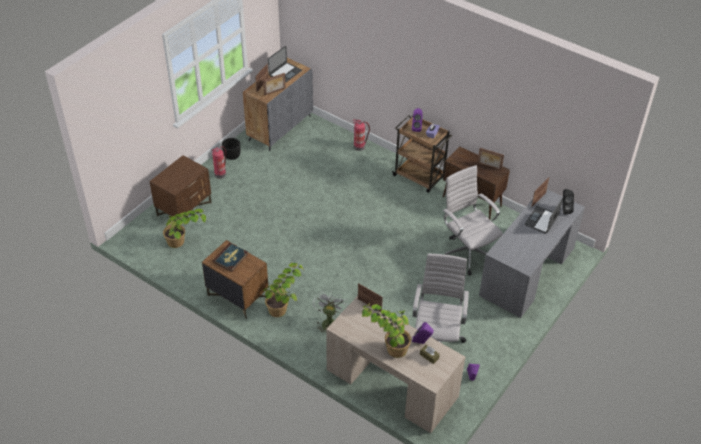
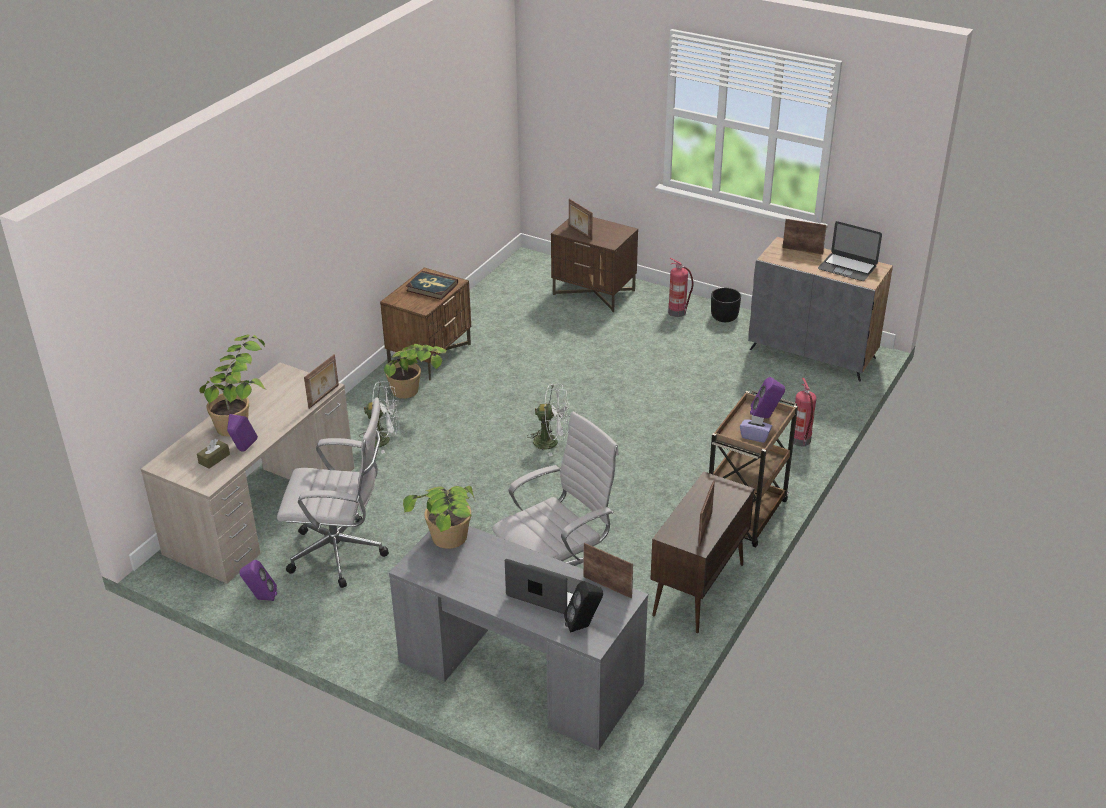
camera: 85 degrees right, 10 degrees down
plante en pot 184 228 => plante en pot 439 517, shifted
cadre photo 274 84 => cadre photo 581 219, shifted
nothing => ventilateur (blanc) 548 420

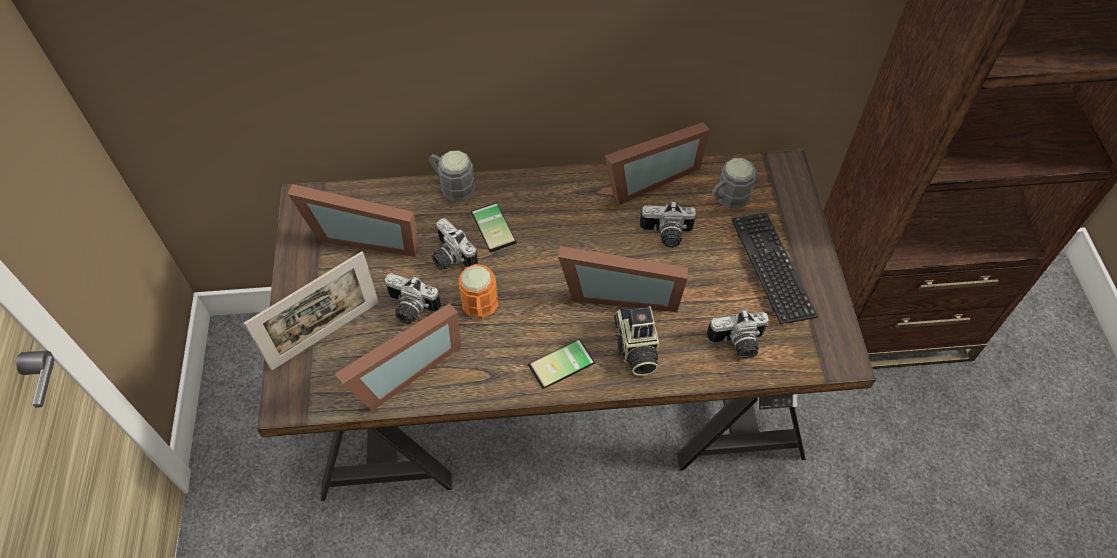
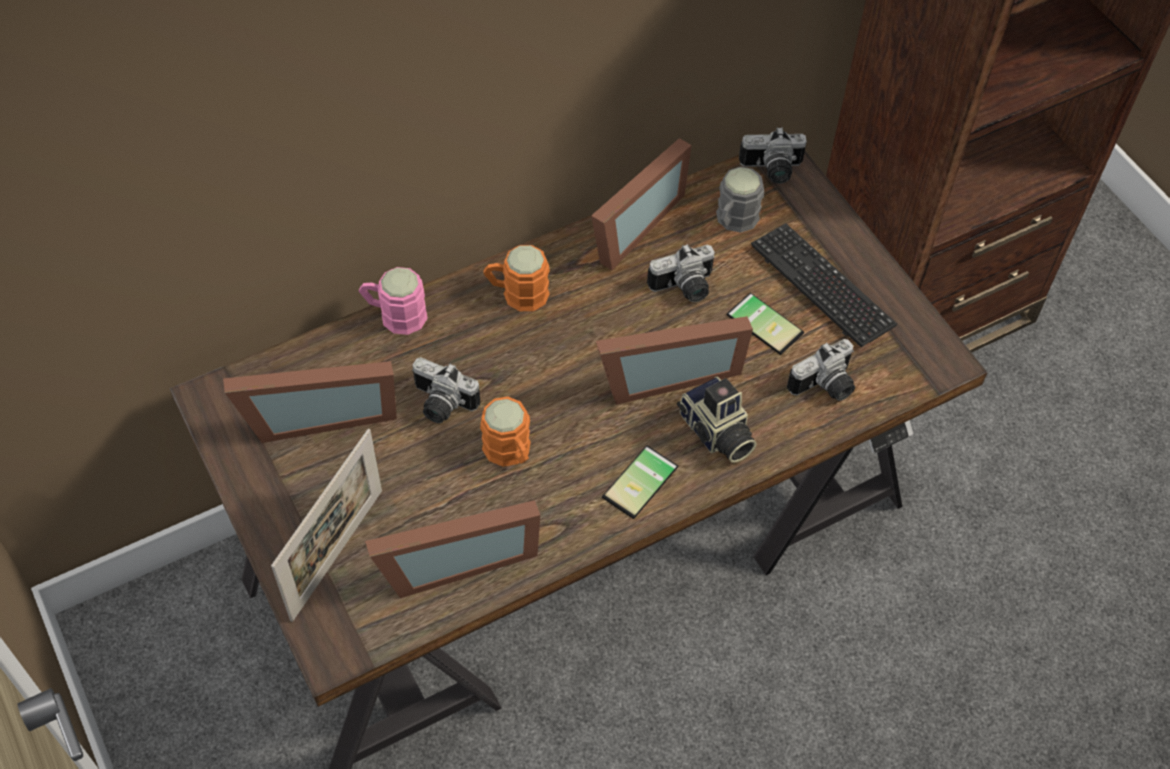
camera: 25 degrees left, 0 degrees up
cadre photo 398 357 => cadre photo 452 549, 45 degrees clockwise
appareil photo 413 298 => appareil photo 773 155, shifted
mug (gris) 452 176 => mug (rose) 393 301
téléphone 494 227 => téléphone 765 324, shifted
nothing => mug (orange) 516 278

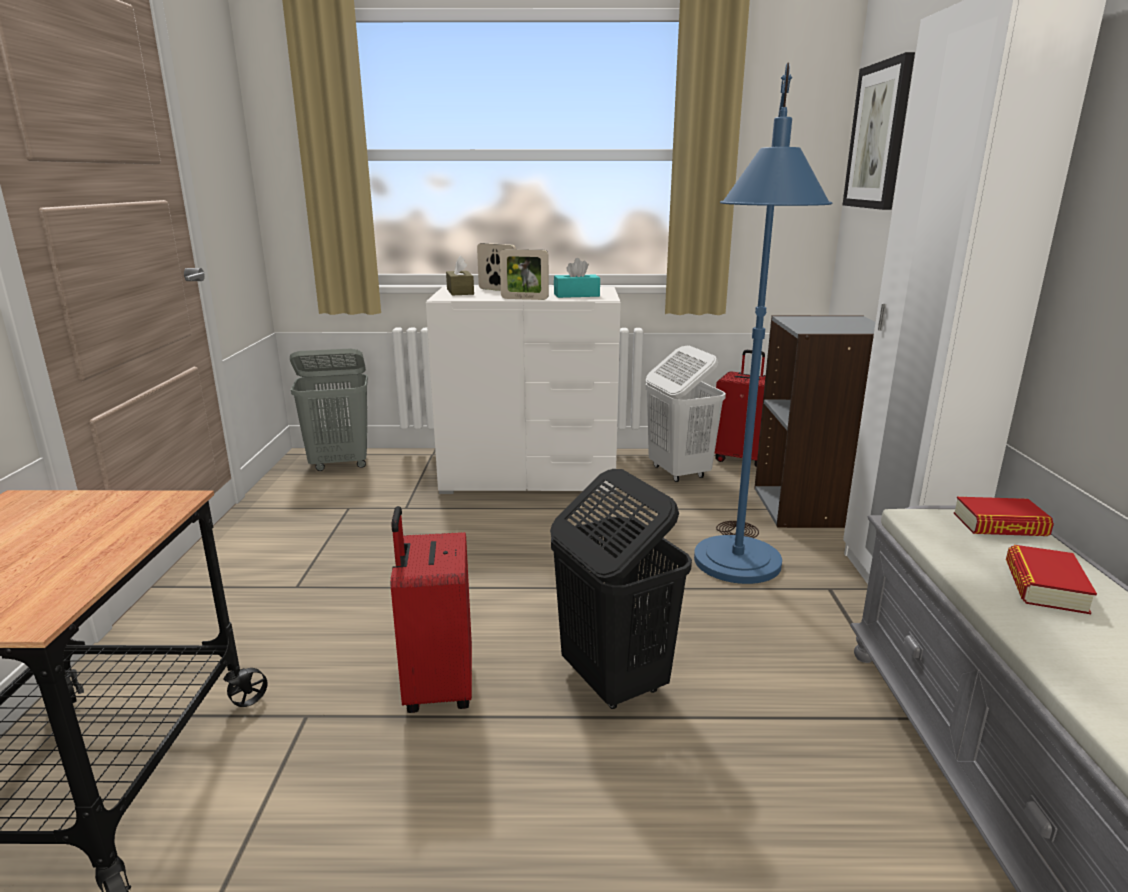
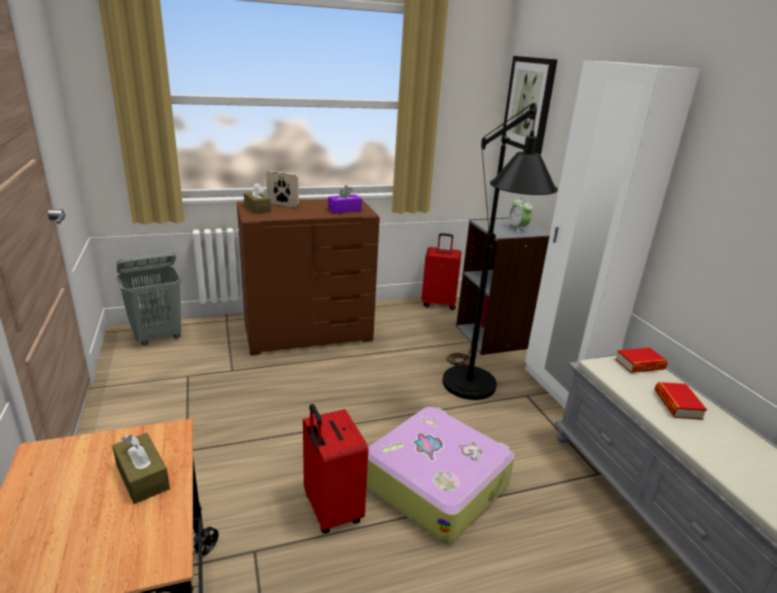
camera: 20 degrees left, 5 degrees up
commode (blanc) 523 390 => commode (marron) 308 277
cadre photo 524 274 => nothing
panier à linge (noir) 621 589 => valise 440 475
boîte à mouchoirs (turquoise) 577 278 => boîte à mouchoirs (violet) 345 199
panier à linge (blanc) 686 414 => nothing
lampadaire (bleu) 763 323 => lampadaire (noir) 500 251
nothing => boîte à mouchoirs (marron) 141 468
nothing => réveil 520 214

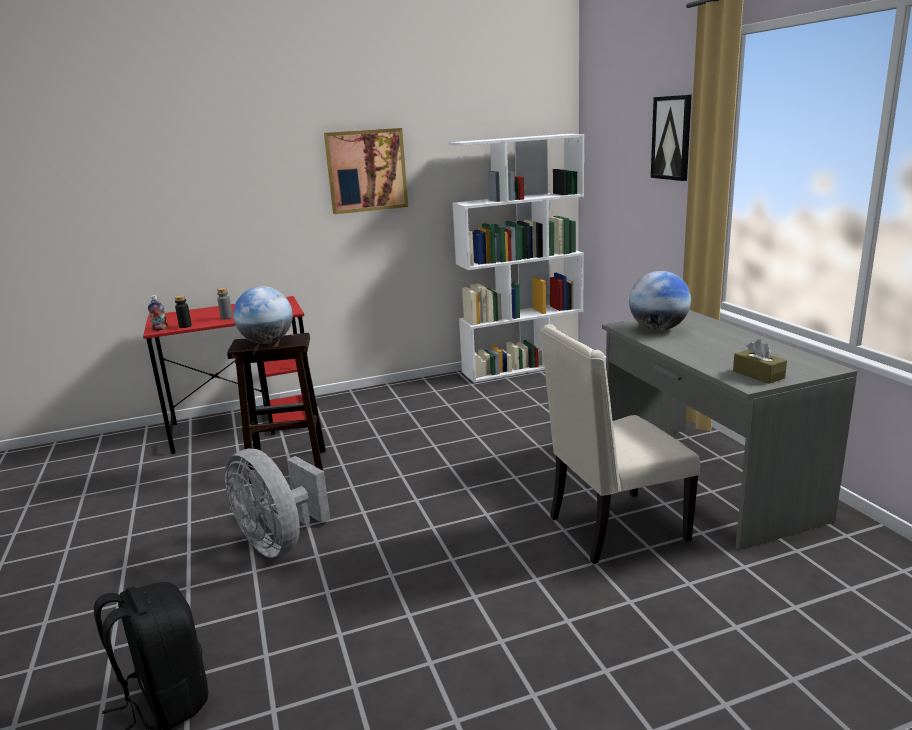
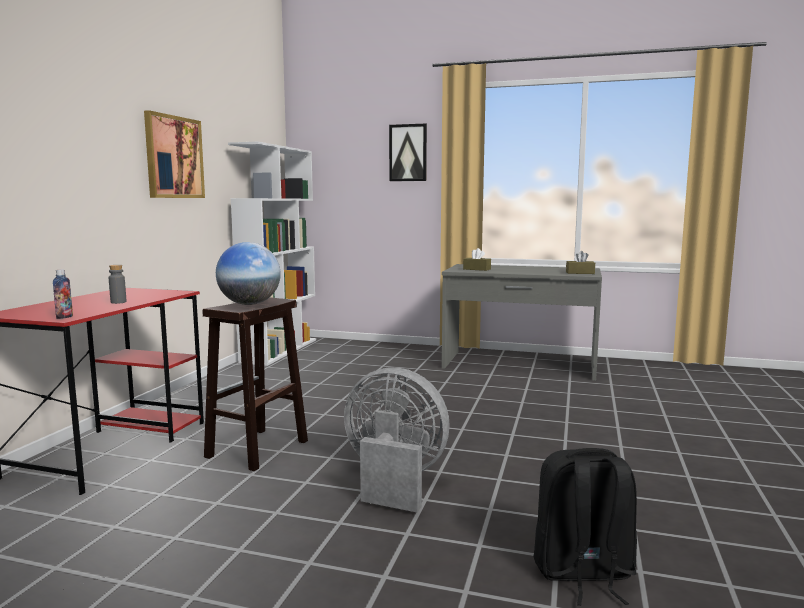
camera: 55 degrees left, 10 degrees down
bouteille (noir) 183 311 => nothing
ventilateur (gris) 277 503 => ventilateur (gris) 397 440, 150 degrees counterclockwise
chaise (beige) 620 444 => nothing
globe 660 301 => boîte à mouchoirs (marron) 477 259

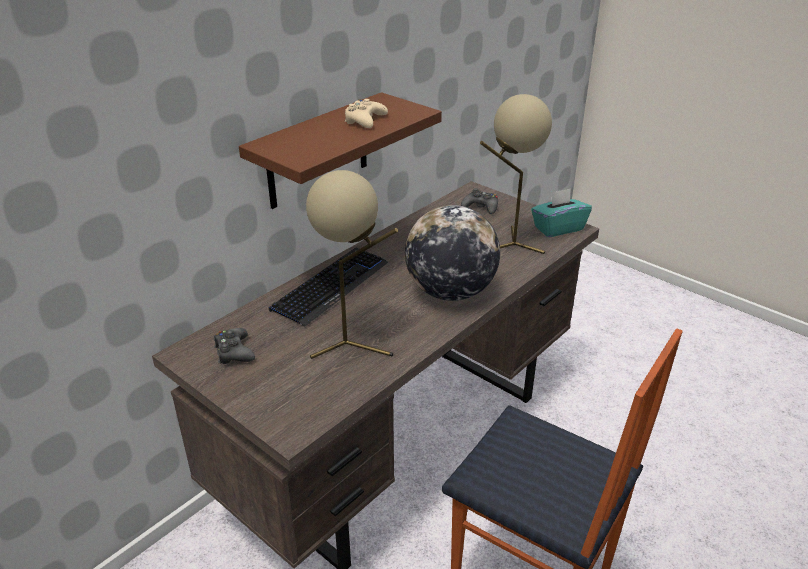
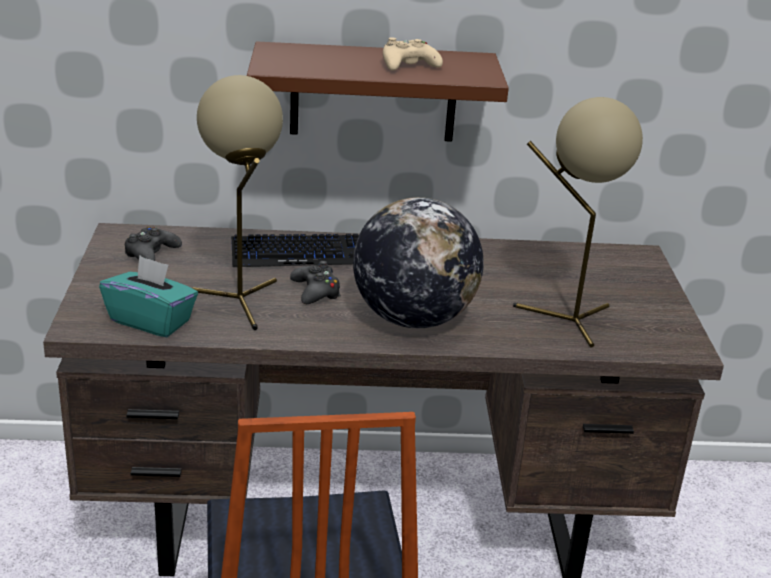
camera: 45 degrees right, 5 degrees down
manette (noir) 479 201 => manette (noir) 315 282, shifted
boîte à mouchoirs (turquoise) 561 212 => boîte à mouchoirs (turquoise) 148 296, shifted

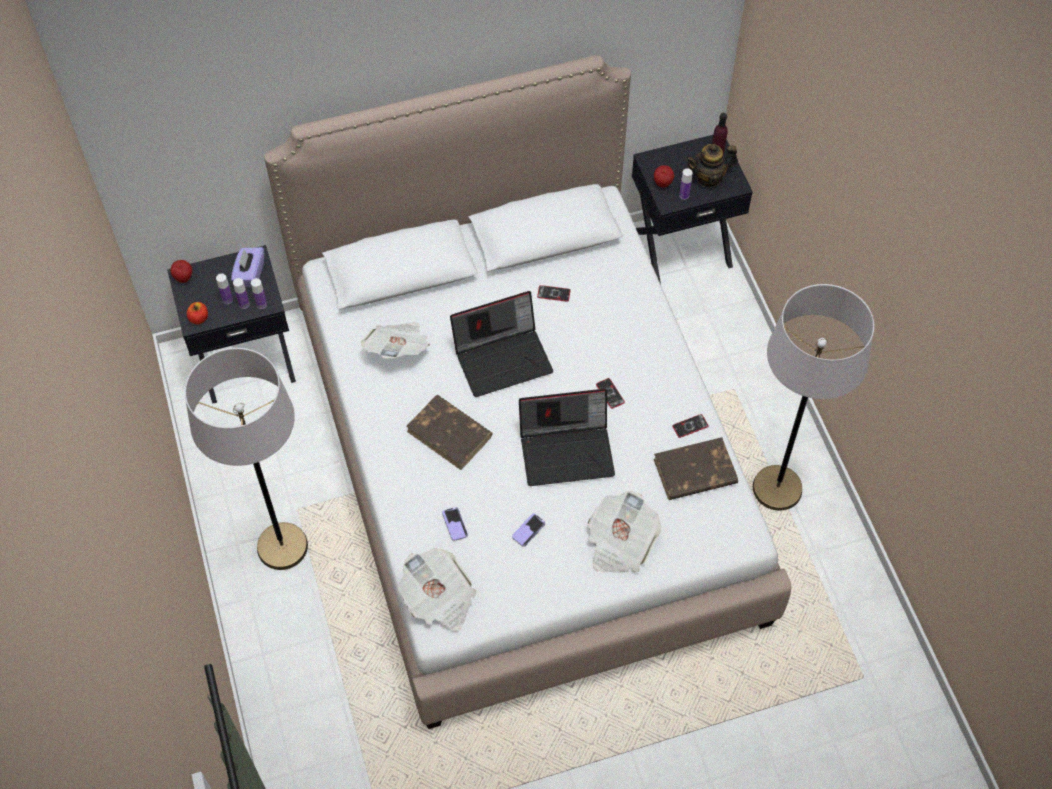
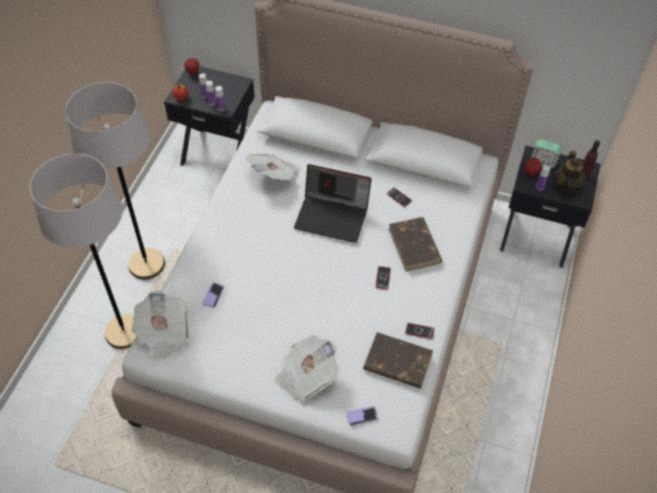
camera: 35 degrees right, 5 degrees down
boîte à mouchoirs (violet) 247 267 => nothing
livre (marron) 449 432 => livre (marron) 415 244, shifted
téléphone 528 530 => téléphone 362 416, shifted
ordinateur portable 567 437 => nothing
théière 711 166 => théière 570 172, 105 degrees counterclockwise
lampadaire (gris) 813 397 => lampadaire (gris) 83 251, shifted
nothing => réveil 546 153

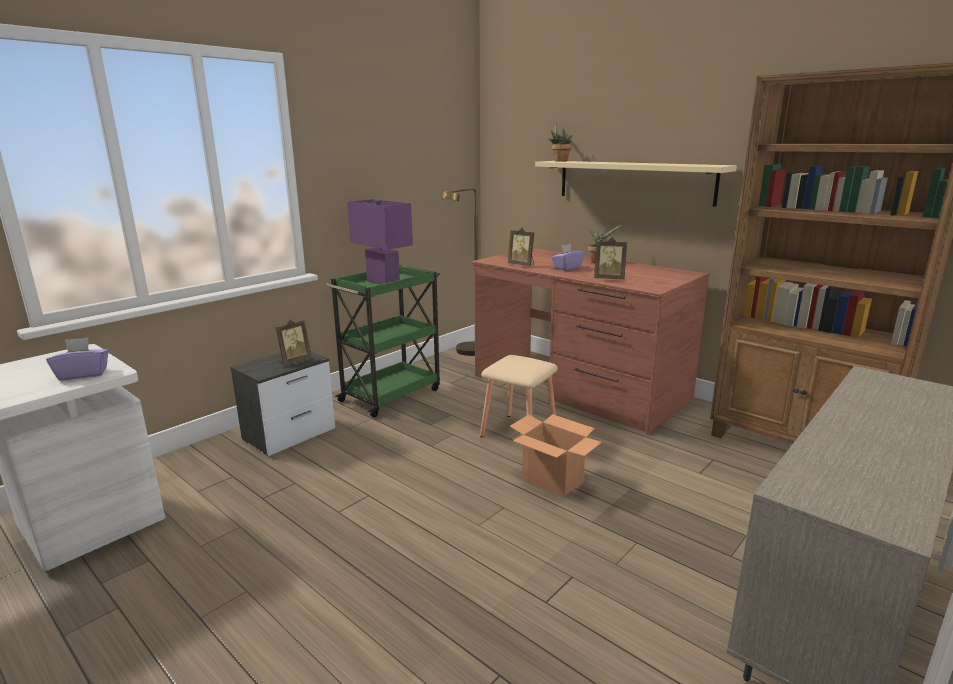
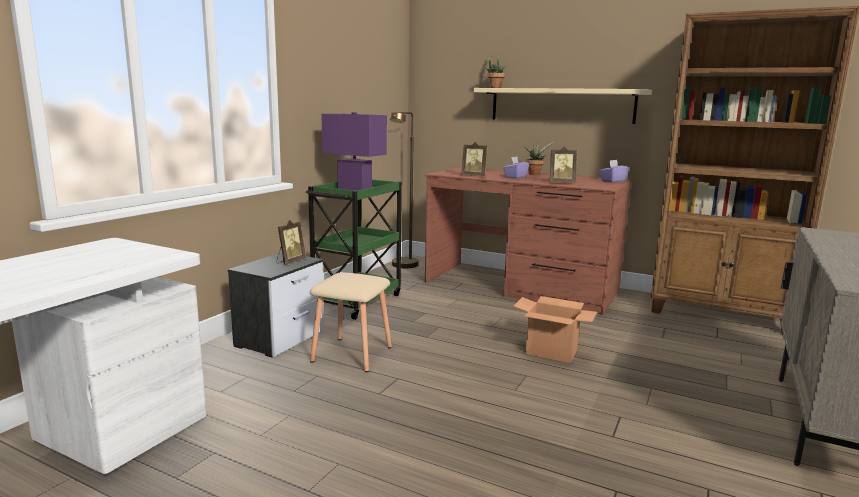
camera: 15 degrees left, 5 degrees down
boîte à mouchoirs (violet) 77 359 => boîte à mouchoirs (violet) 614 171, shifted
tabouret (beige) 519 396 => tabouret (beige) 351 322, shifted

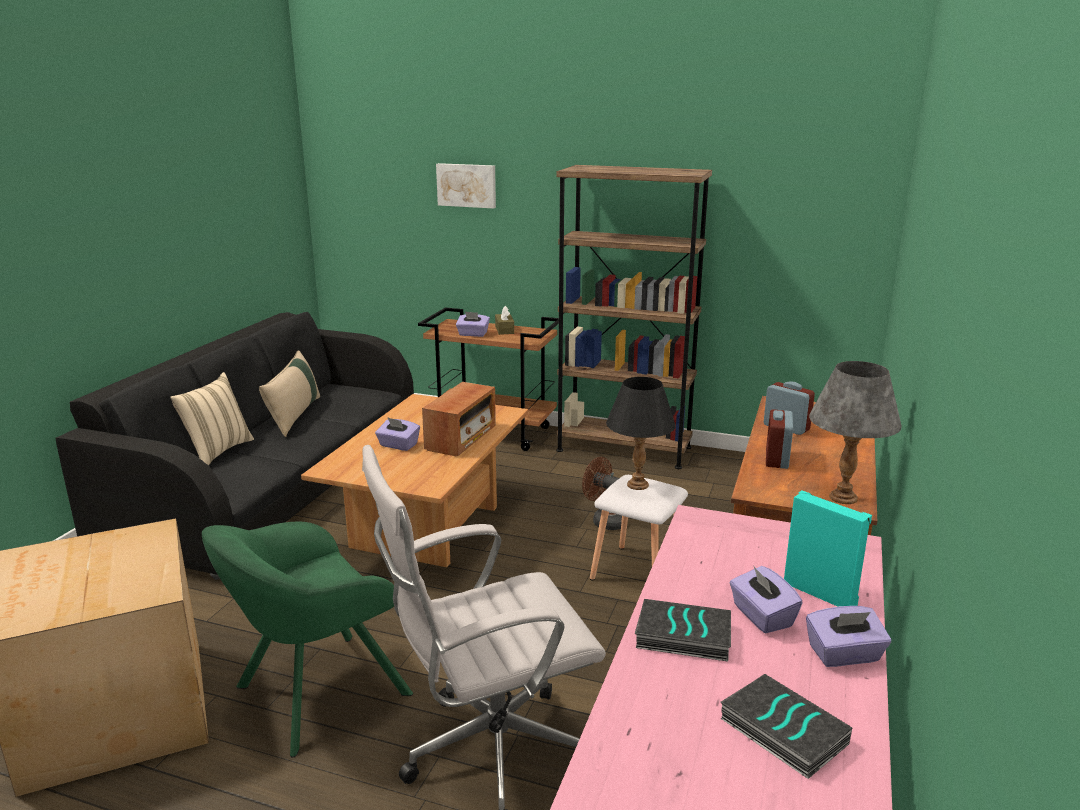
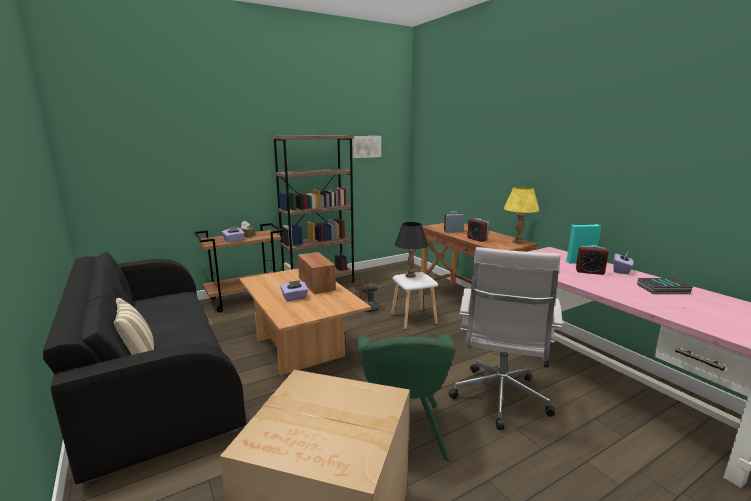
camera: 50 degrees left, 5 degrees down
coussin (beige) 289 393 => nothing
tableau 466 186 => tableau 366 147, shifted
livre 683 630 => nothing
boîte à mouchoirs (violet) 766 599 => réveil 592 260
lampe de table (gris) 855 432 => lampe de table (jaune) 521 215

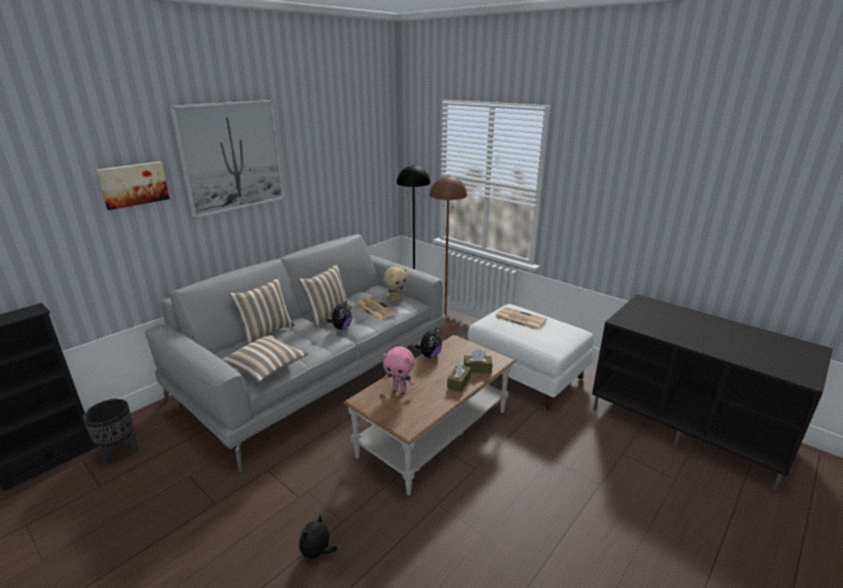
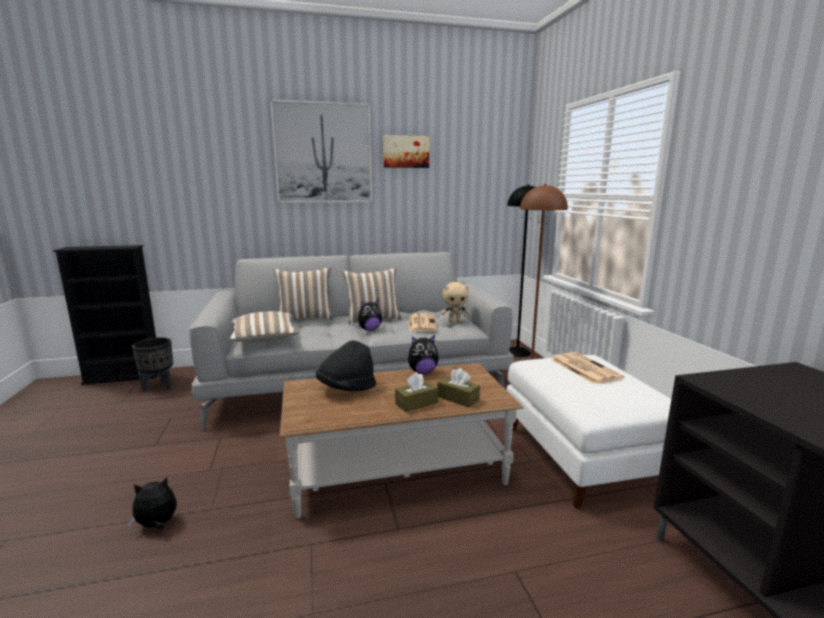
camera: 35 degrees right, 10 degrees down
tableau 133 186 => tableau 406 151, shifted
peluche (rose) 399 369 => chapeau (noir) 346 365

